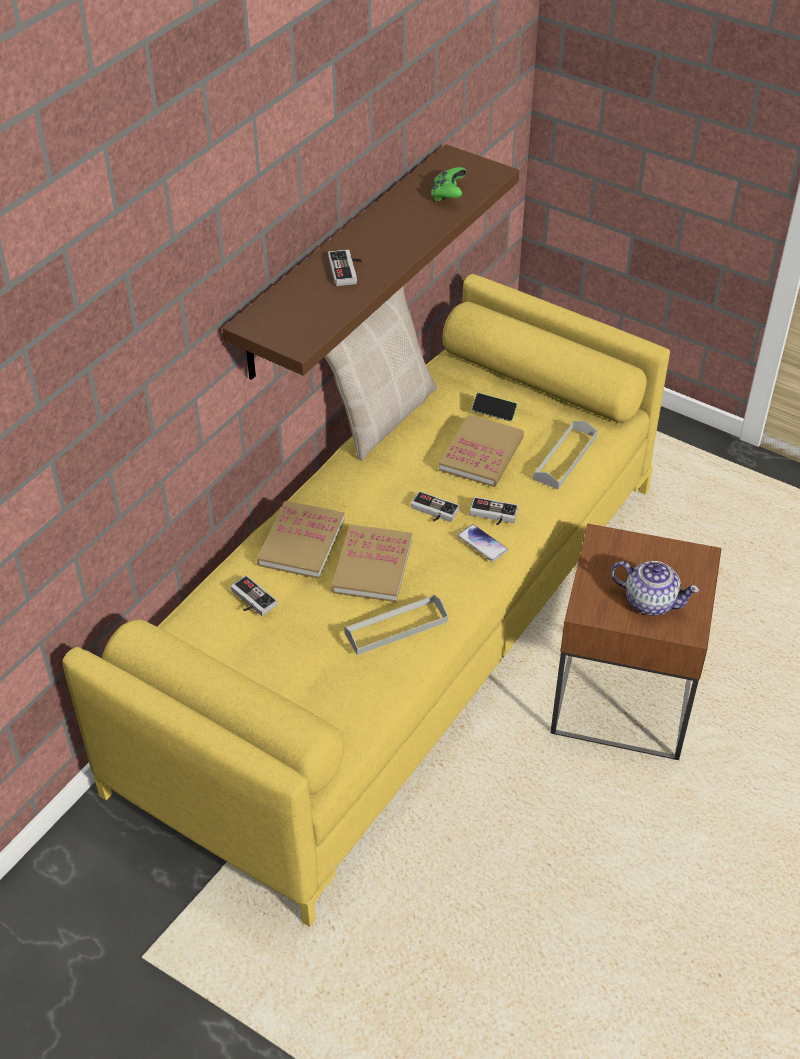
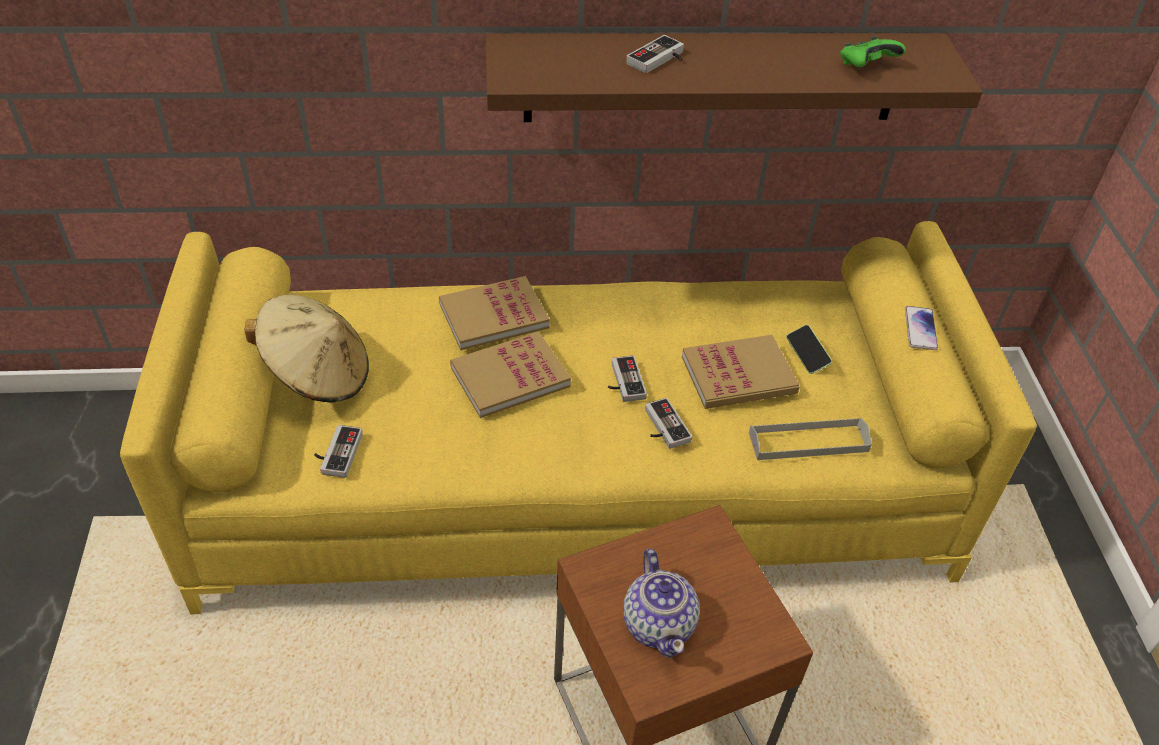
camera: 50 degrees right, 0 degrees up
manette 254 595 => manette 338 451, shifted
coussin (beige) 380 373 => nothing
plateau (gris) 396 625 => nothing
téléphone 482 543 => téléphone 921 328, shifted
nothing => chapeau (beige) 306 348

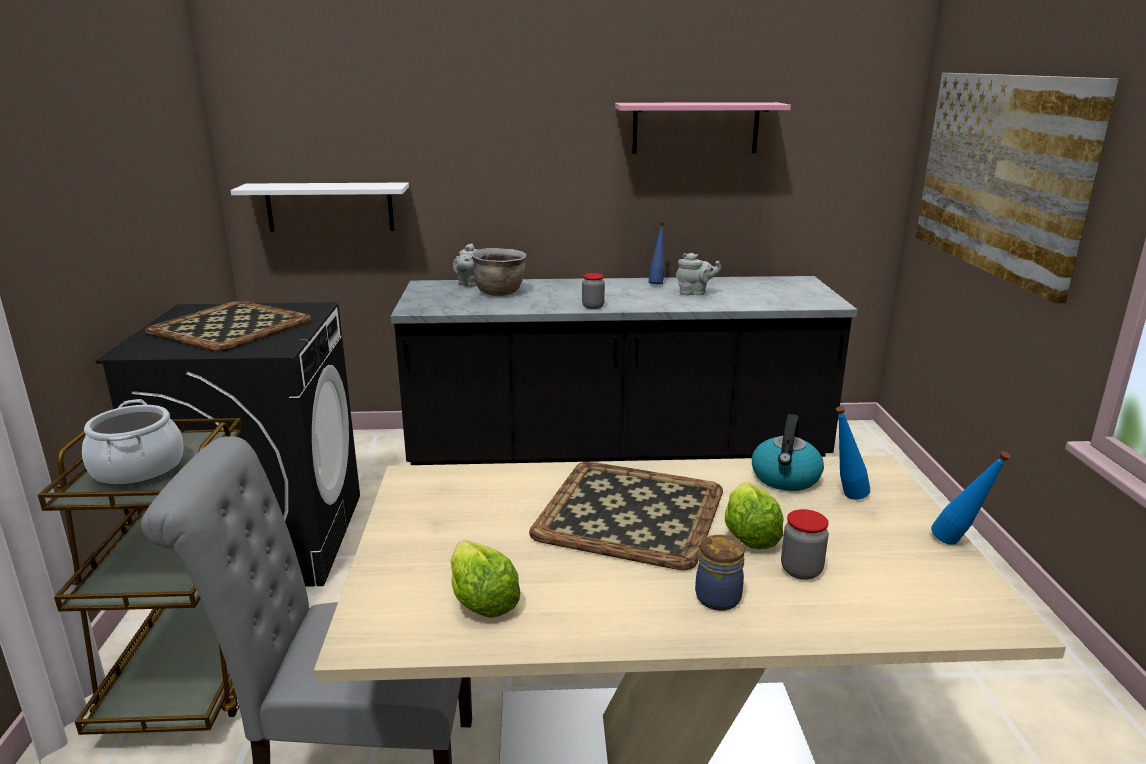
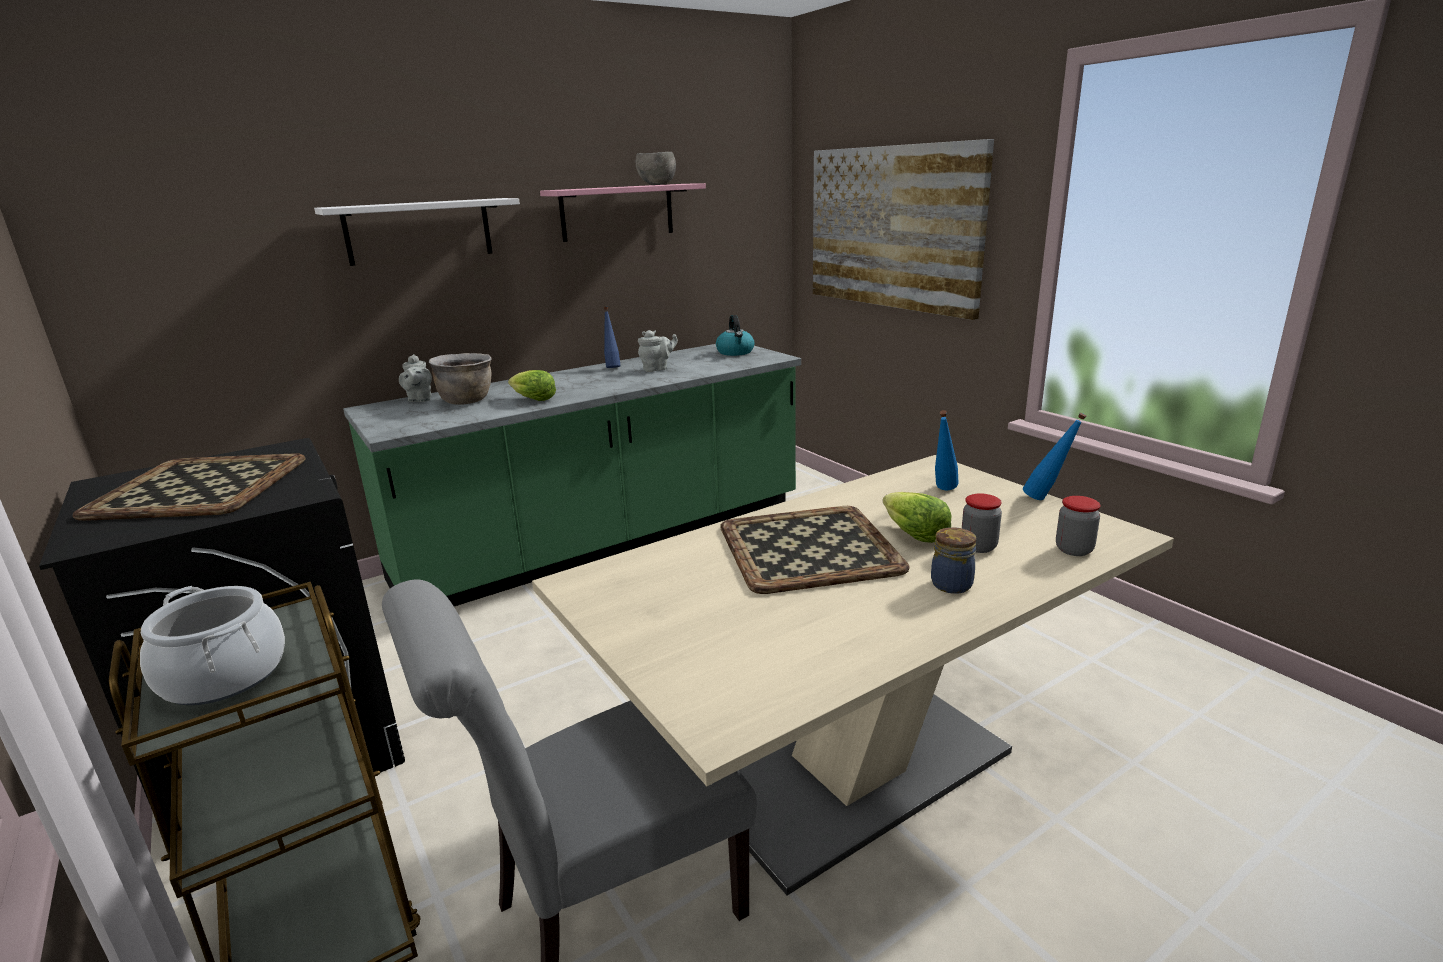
camera: 30 degrees left, 0 degrees up
étagère (blanc) 319 207 => étagère (blanc) 417 232, shifted
comptoir de cuisine (noir) 624 370 => comptoir de cuisine (vert) 572 475
laitue 485 579 => laitue 532 385, shifted
bocal 593 291 => bocal 1078 526, shifted
bouilloire 788 452 => bouilloire 735 335, shifted
nothing => bol (gris) 656 168

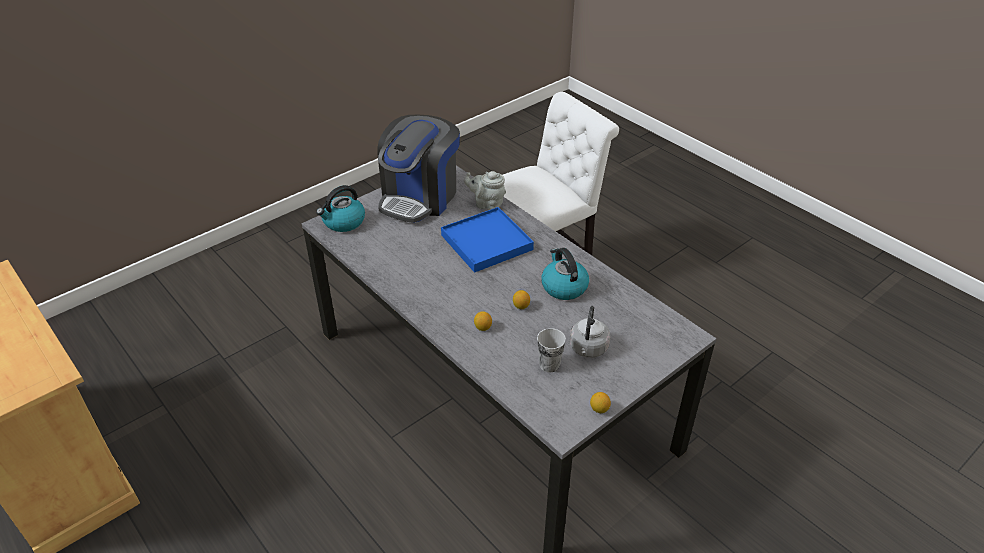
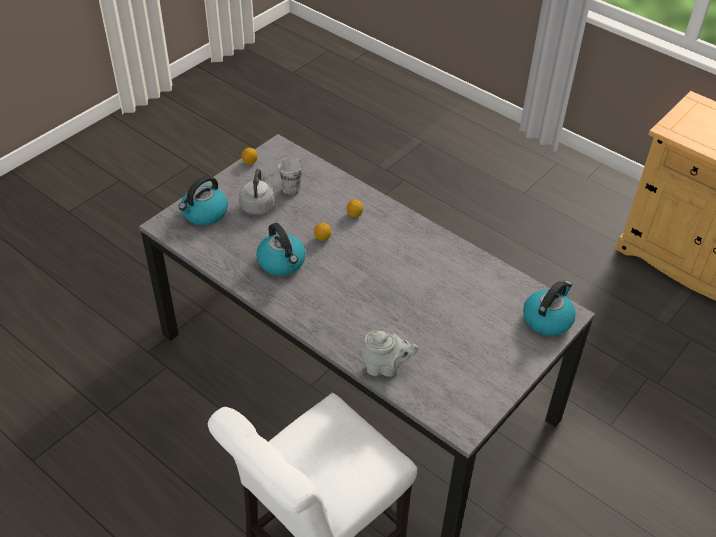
camera: 170 degrees right, 5 degrees up
machine à café 418 169 => nothing
plateau (bleu) 487 240 => nothing
nothing => bouilloire 203 200

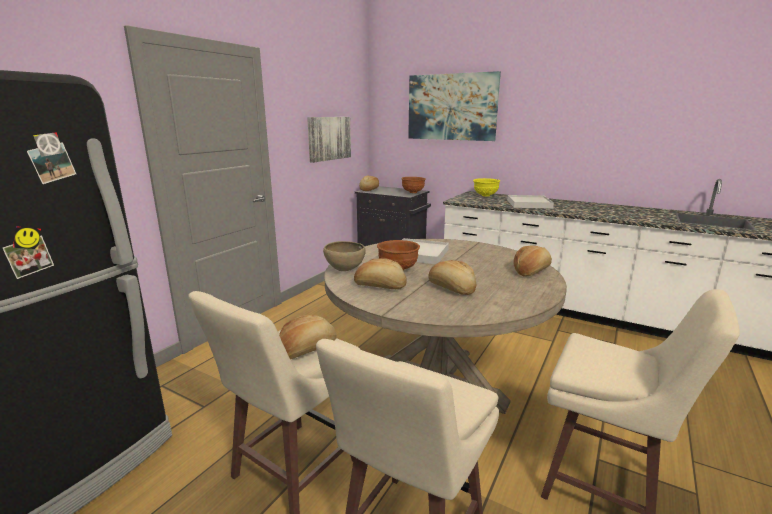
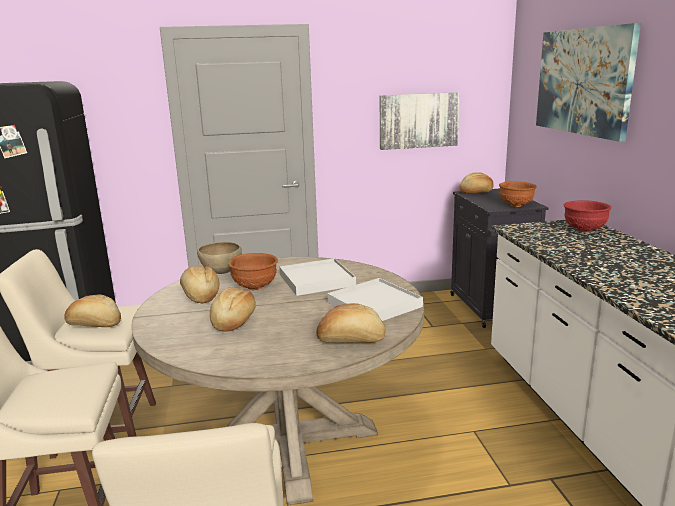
camera: 50 degrees right, 0 degrees up
bol (jaune) 486 187 => bol (rouge) 587 216
plateau (blanc) 530 201 => plateau (blanc) 375 299, shifted

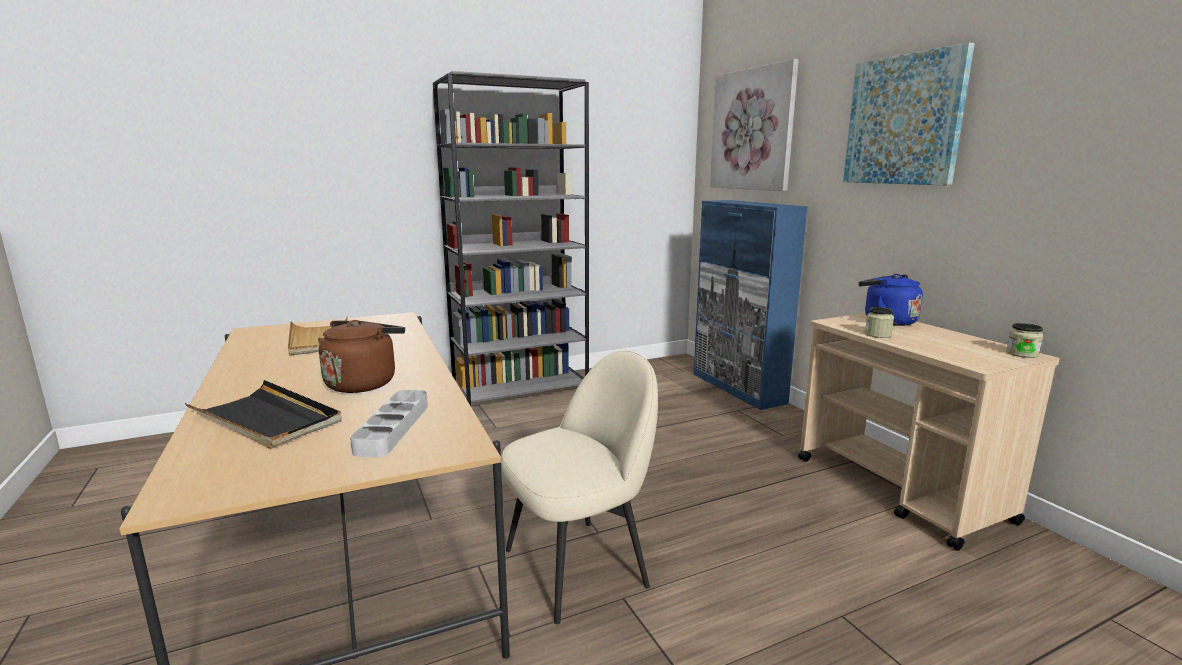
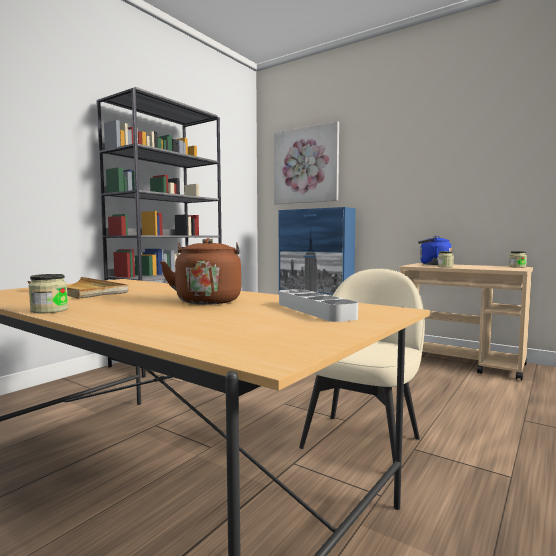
camera: 30 degrees left, 10 degrees down
plateau (noir) 263 414 => nothing
tableau 909 113 => nothing
nothing => bocal 48 293

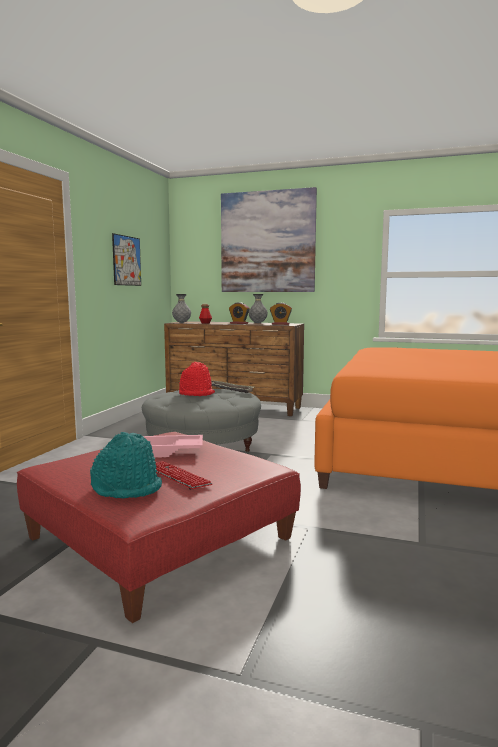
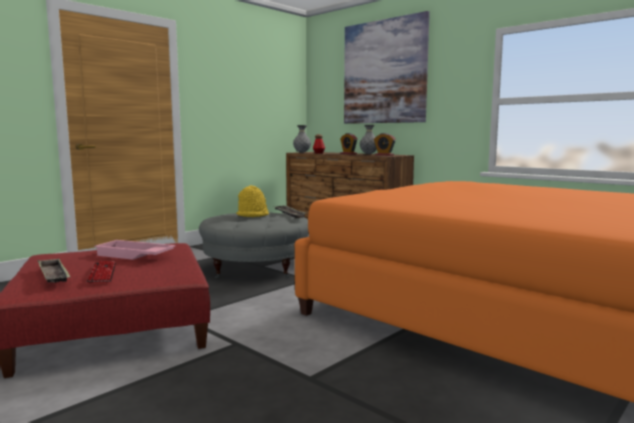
camera: 25 degrees right, 0 degrees up
chapeau (turquoise) 126 465 => plateau 54 271
tableau 126 259 => nothing
chapeau (rouge) 197 379 => chapeau (jaune) 252 201

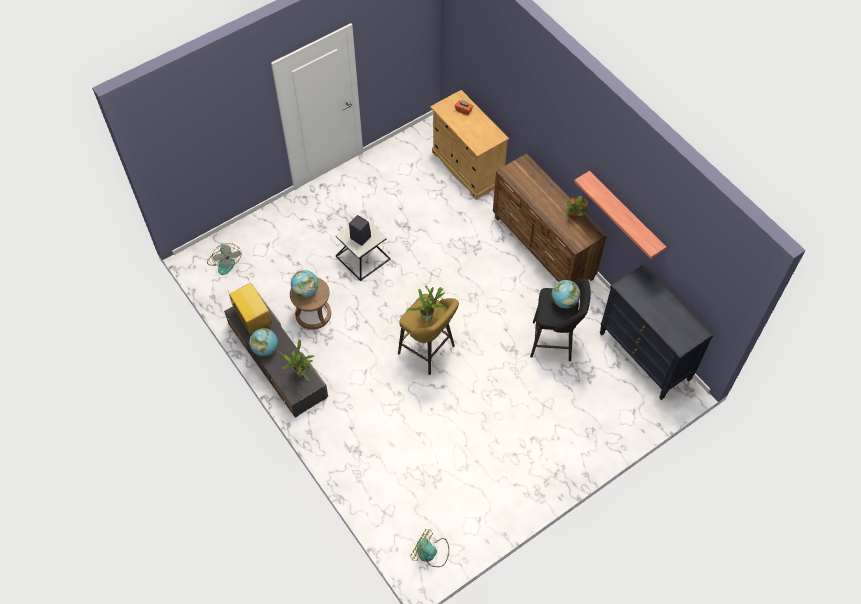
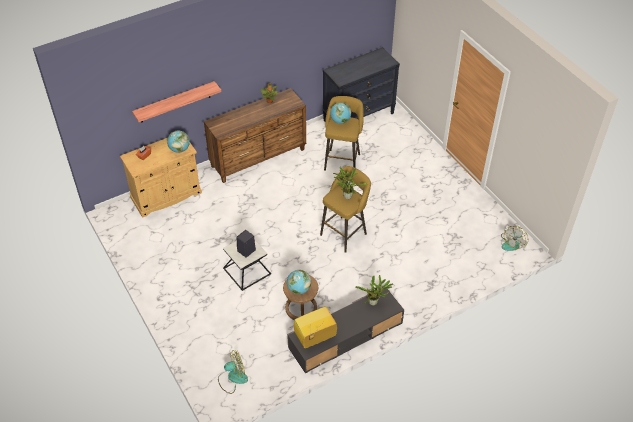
camera: 85 degrees left, 10 degrees down
globe 263 342 => globe 178 141, shifted
tabouret (noir) 560 319 => tabouret (jaune) 344 133
étagère 620 215 => étagère 176 101, shifted

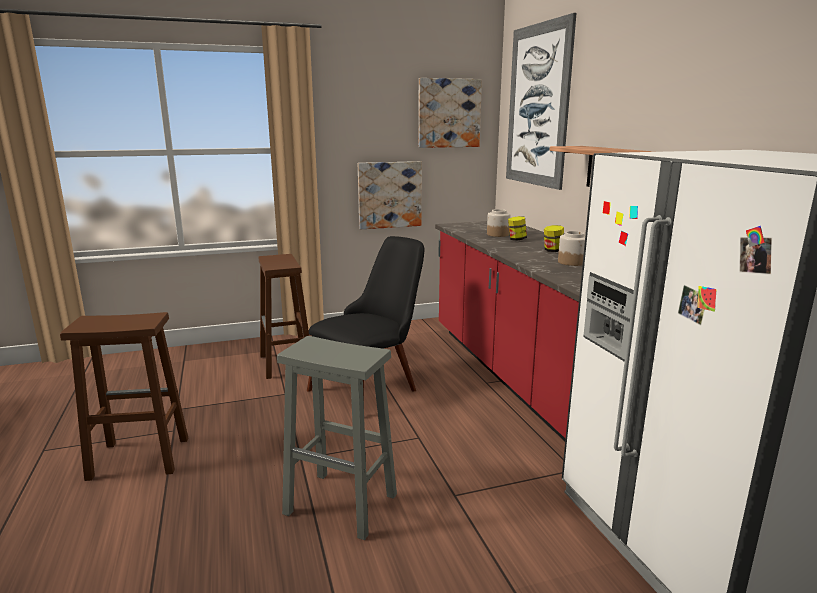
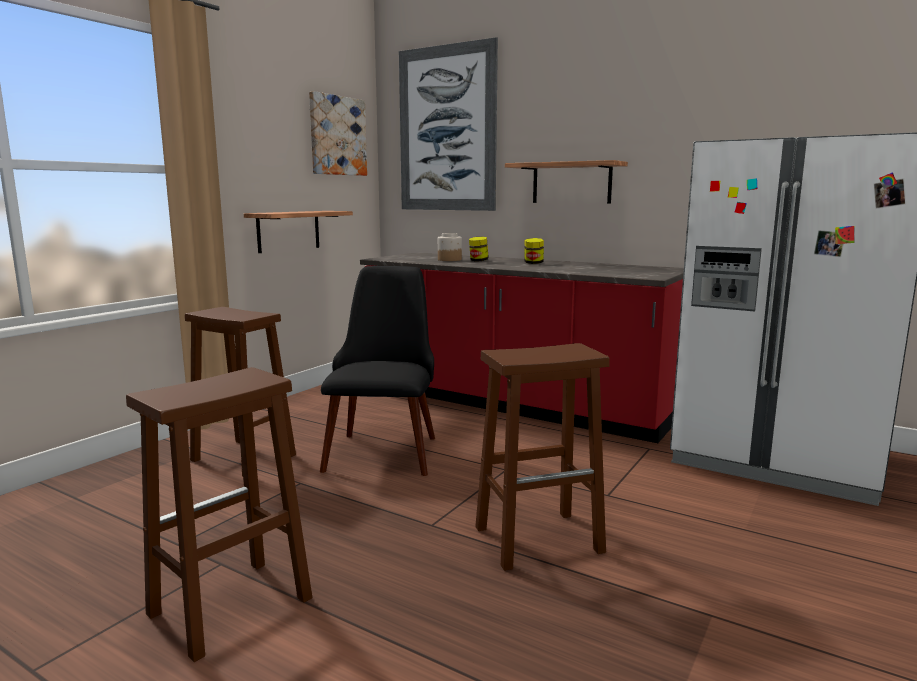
camera: 40 degrees left, 5 degrees down
tabouret (gris) 337 438 => tabouret (marron) 542 457
tableau 390 195 => étagère 298 232
bocal 571 248 => nothing

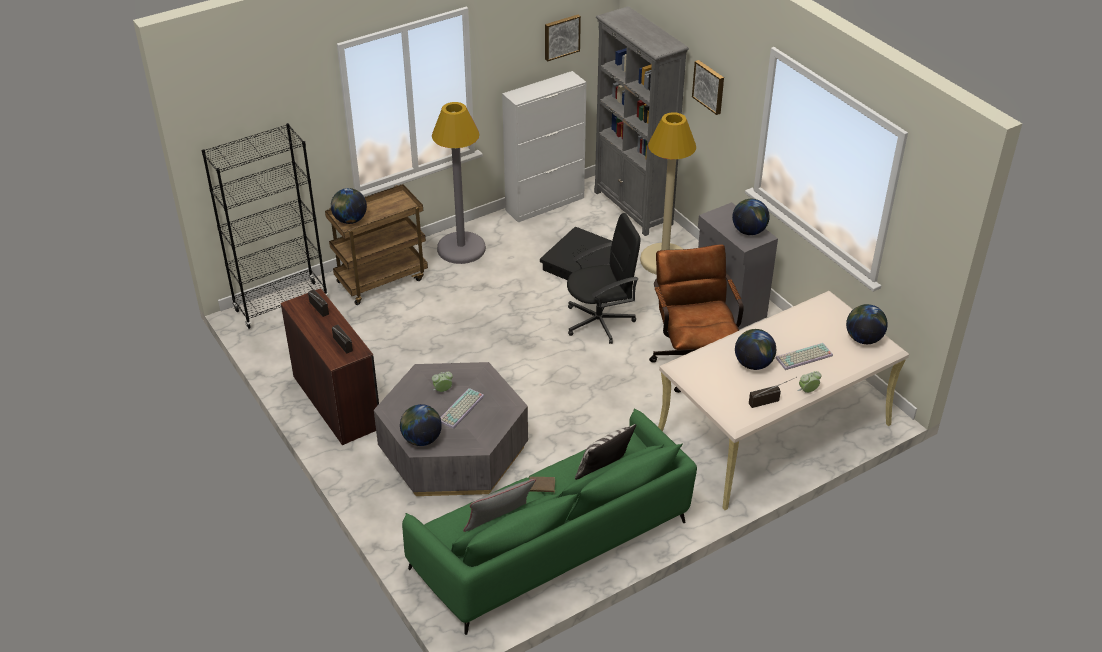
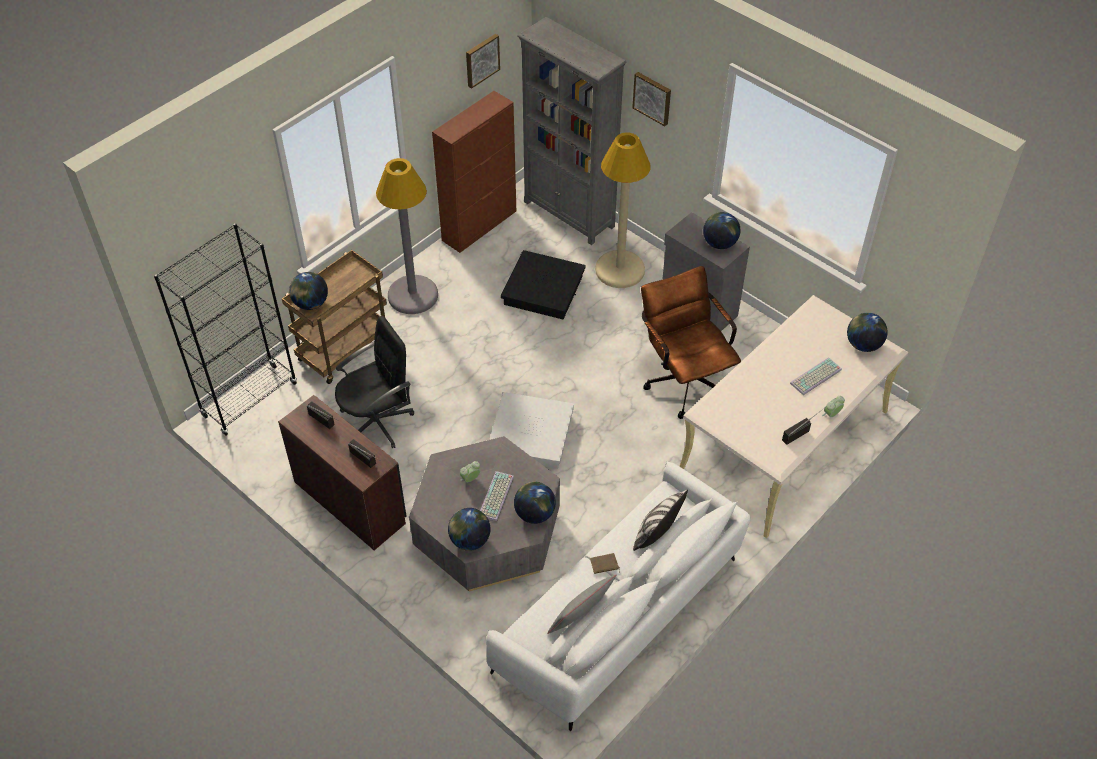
camera: 15 degrees left, 10 degrees up
canapé (vert) 549 521 => canapé (blanc) 618 596
meuble de rangement (blanc) 544 146 => meuble de rangement (marron) 474 172
chaise de bureau (noir) 603 278 => chaise de bureau (noir) 374 382, shifted
globe 755 349 => globe 535 503, shifted
nothing => boîte de rangement (blanc) 531 430

